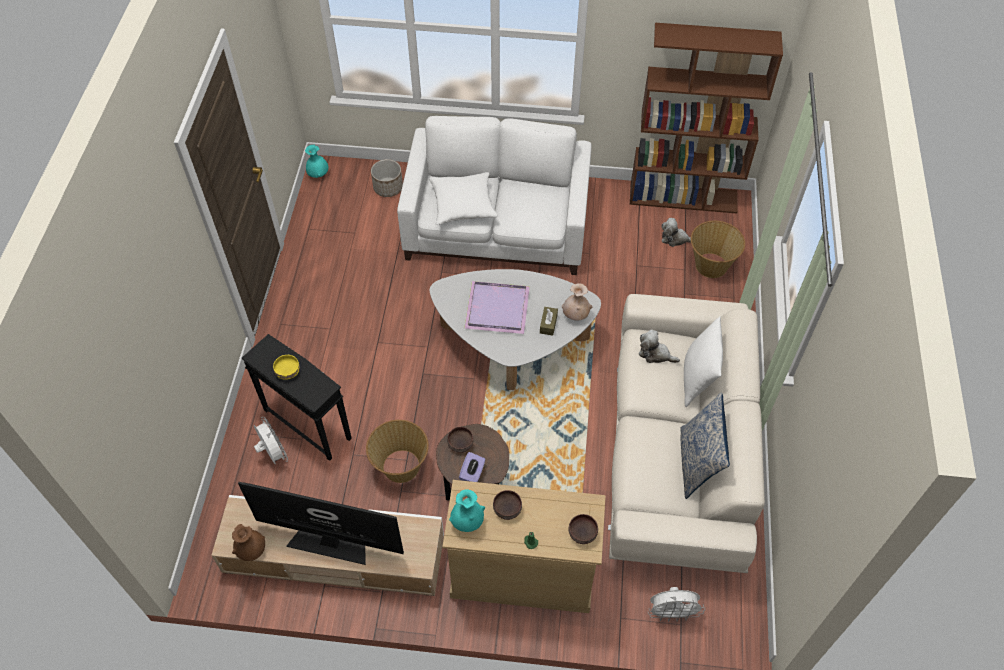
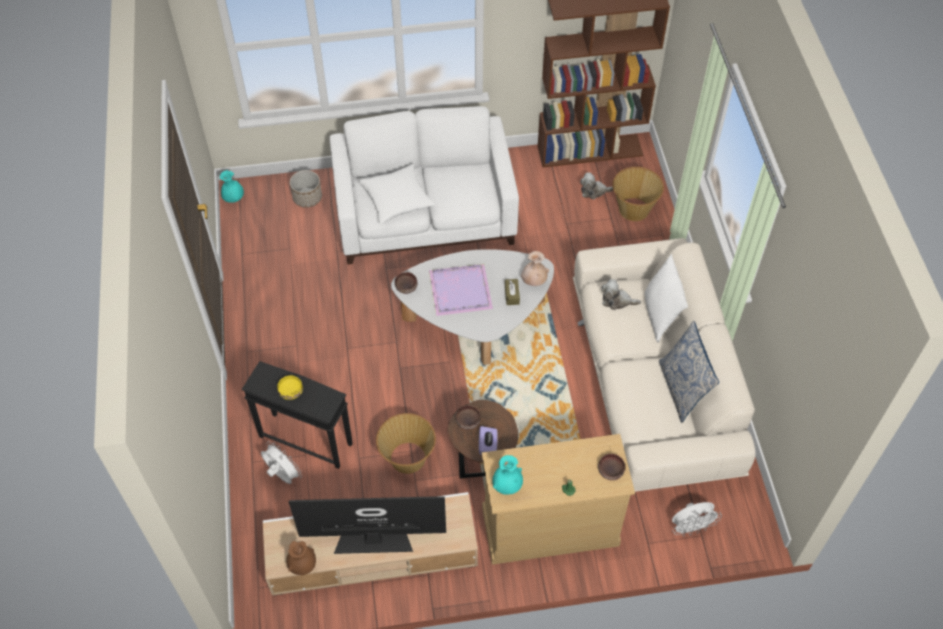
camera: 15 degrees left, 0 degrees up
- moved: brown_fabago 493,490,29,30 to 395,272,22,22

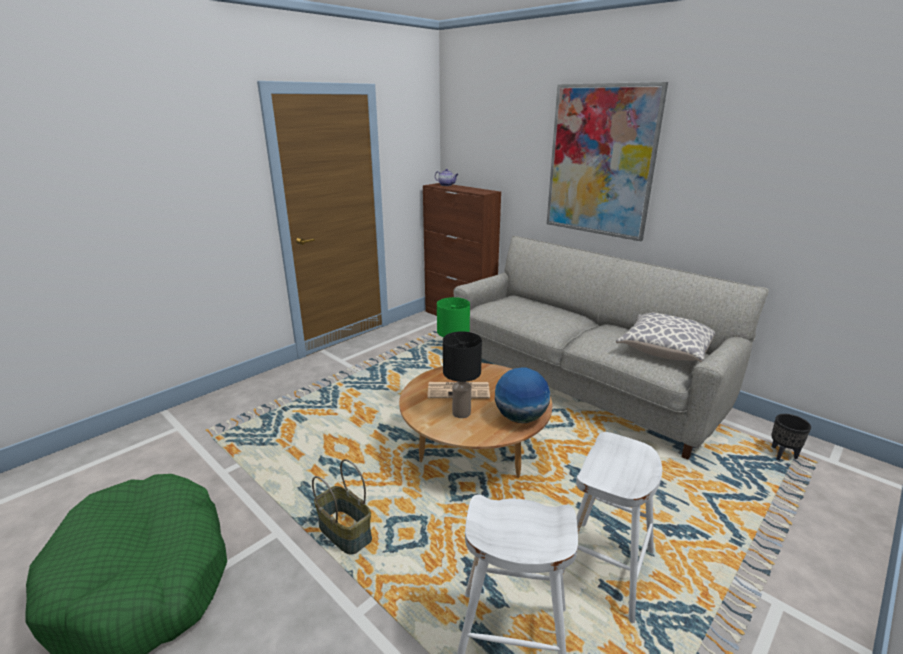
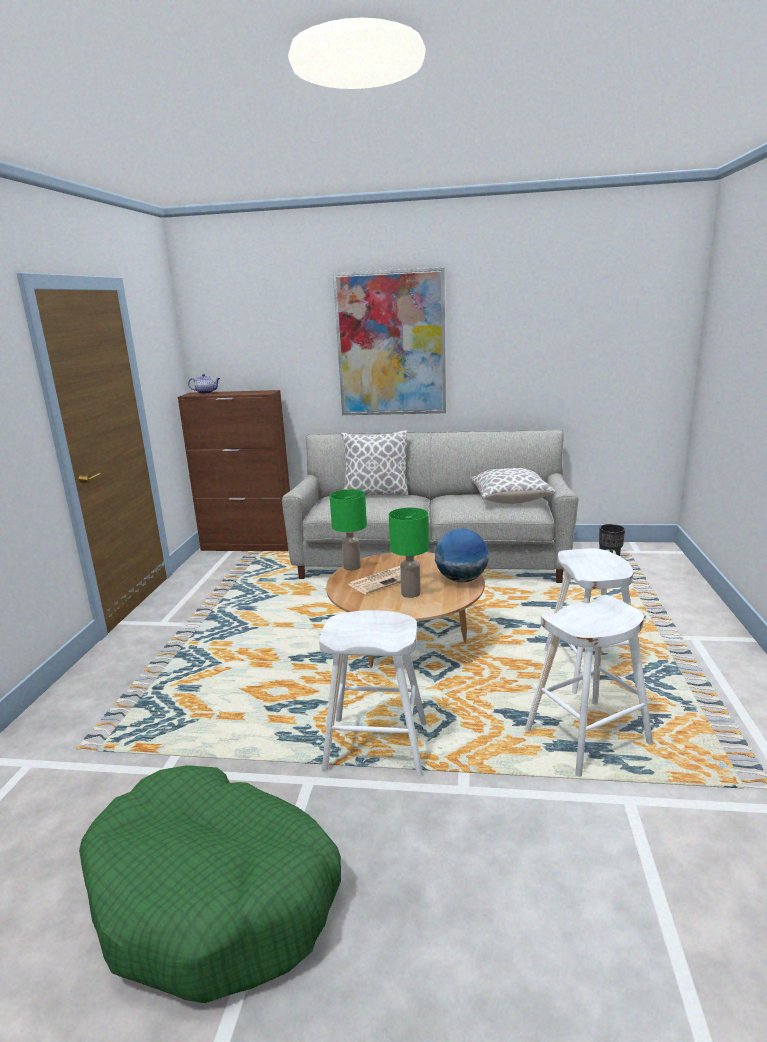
camera: 35 degrees left, 5 degrees down
- replaced: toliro 312,459,60,96 to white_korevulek 319,610,108,166
- added: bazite 341,430,67,66
- recoloured: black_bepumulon 443,331,39,87 to green_bepumulon 389,508,40,90

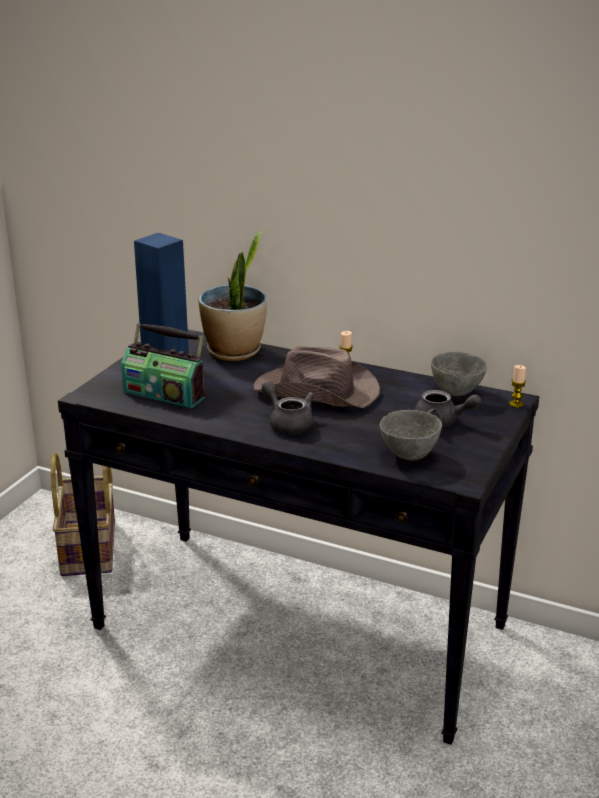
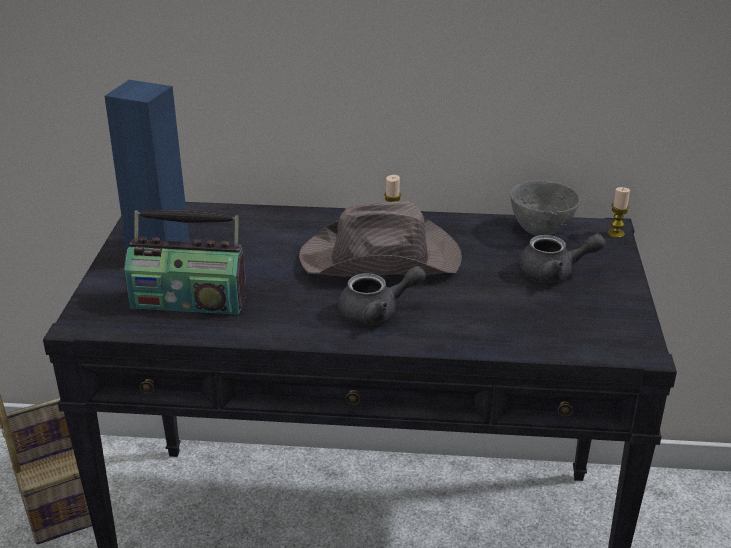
camera: 20 degrees left, 5 degrees up
- turned: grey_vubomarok 262,381,52,53 = 338,266,88,59 135 degrees clockwise
- removed: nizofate 198,231,69,130
- removed: grey_fabago 380,410,62,51

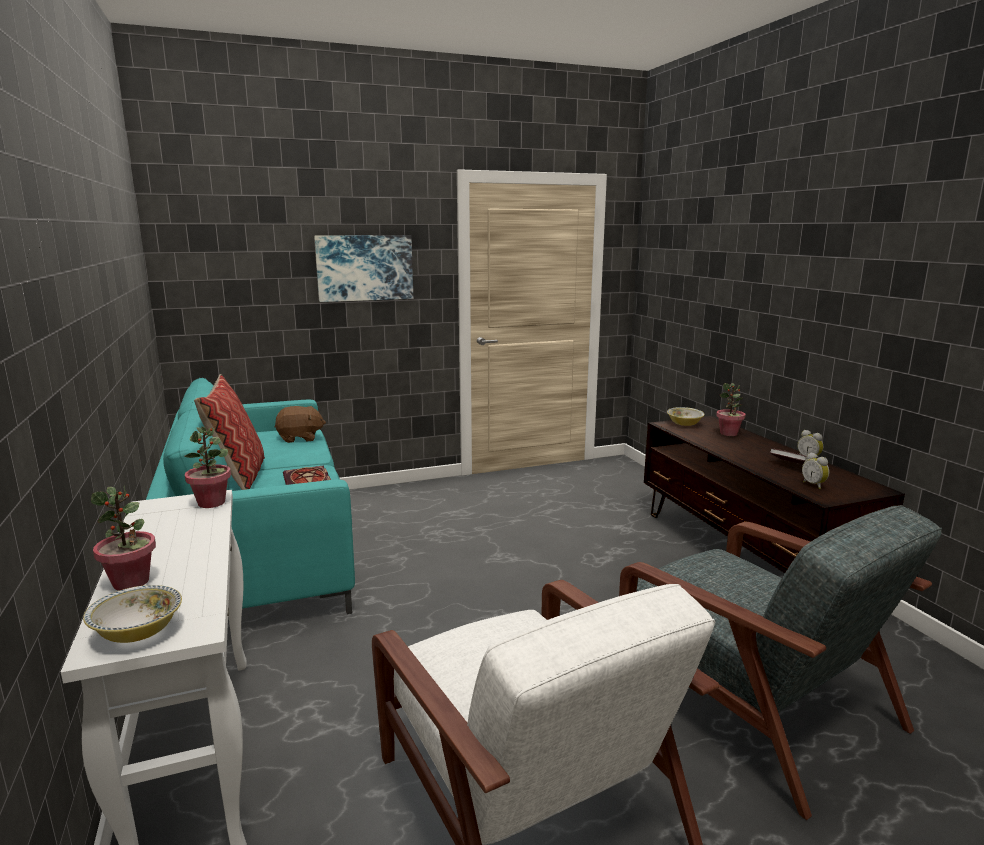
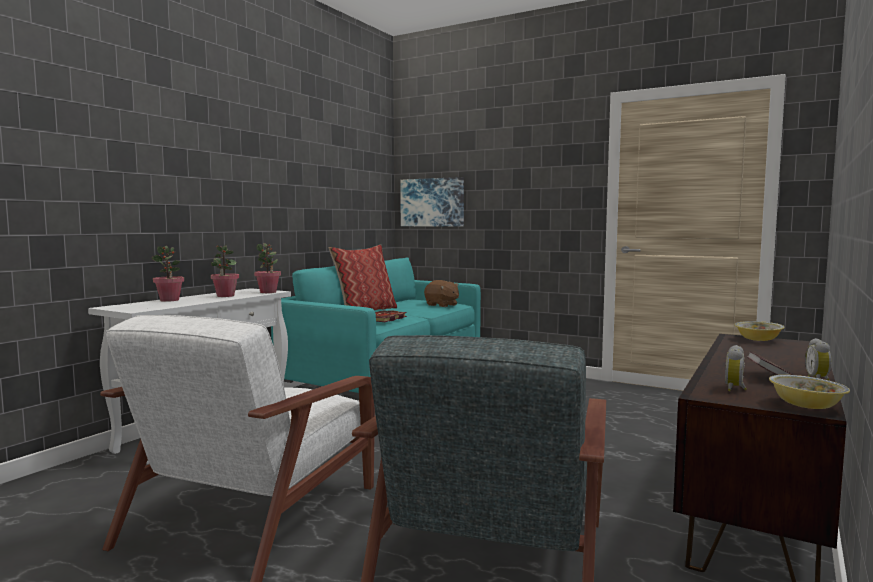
camera: 50 degrees right, 10 degrees down
- moved: nizofate 716,383,30,53 to 210,245,29,52
- moved: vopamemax 314,235,99,67 to 400,177,64,50
- moved: fabago 83,585,99,58 to 769,375,81,34

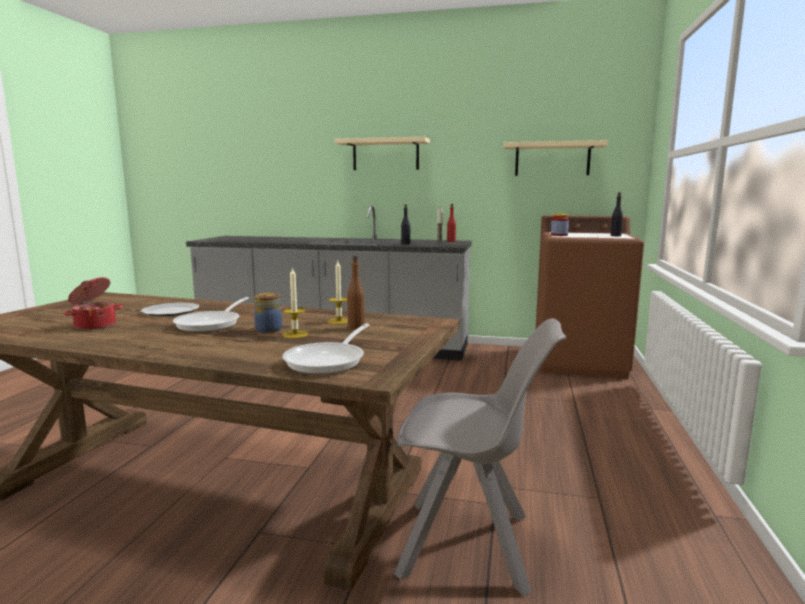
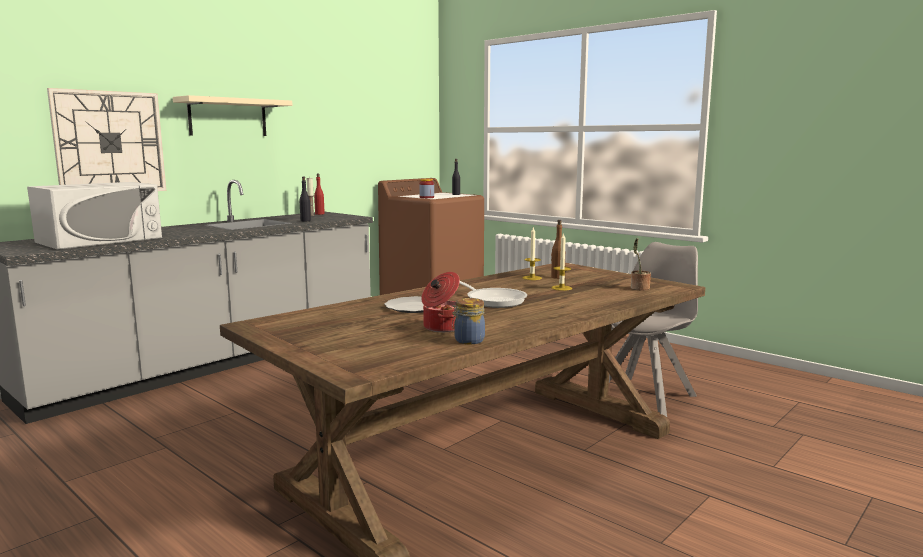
camera: 60 degrees left, 0 degrees up
- added: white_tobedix 27,182,135,68
- added: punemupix 47,88,119,103
- moved: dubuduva 254,293,28,40 to 452,298,33,46
- replaced: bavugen 282,324,88,51 to nizofate 631,238,20,52
- removed: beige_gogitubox 504,140,104,36

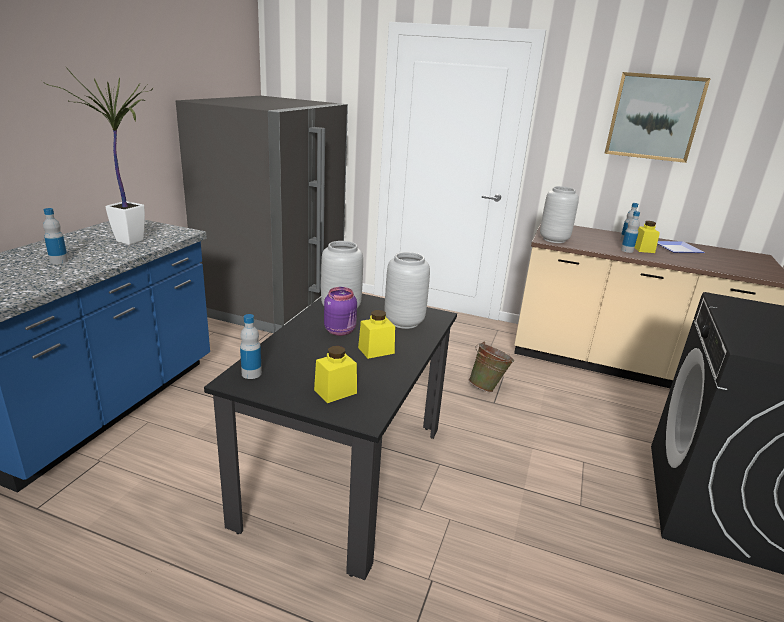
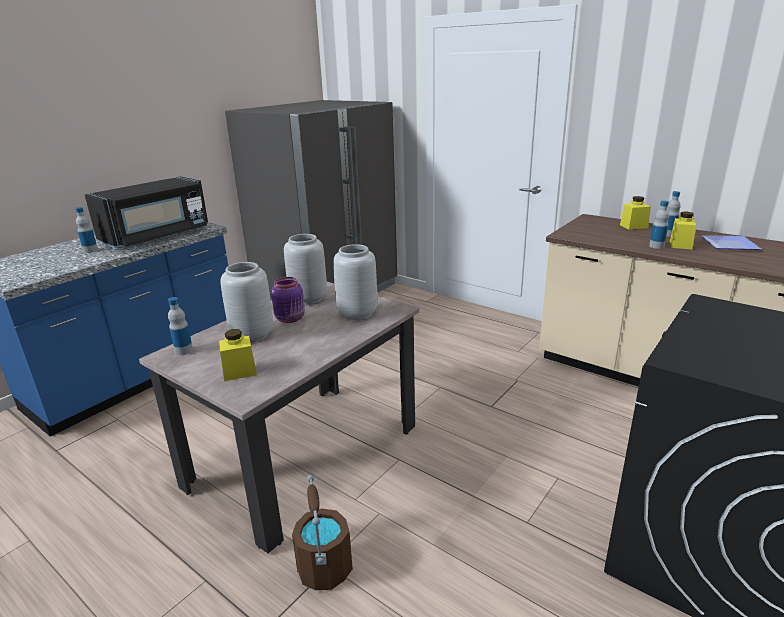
camera: 20 degrees right, 0 degrees up
- replaced: nizofate 42,66,111,179 to black_tobedix 85,176,123,72
- recoloured: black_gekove 204,294,253,286 to beige_gekove 139,282,280,271
- moved: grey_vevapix 540,186,39,57 to 220,262,53,81
- added: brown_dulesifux 292,475,61,115
- moved: yellow_dubuduva 358,310,37,49 to 620,196,31,34
- removed: green_dulesifux 469,342,45,50
- removed: vopamemax 604,72,107,91

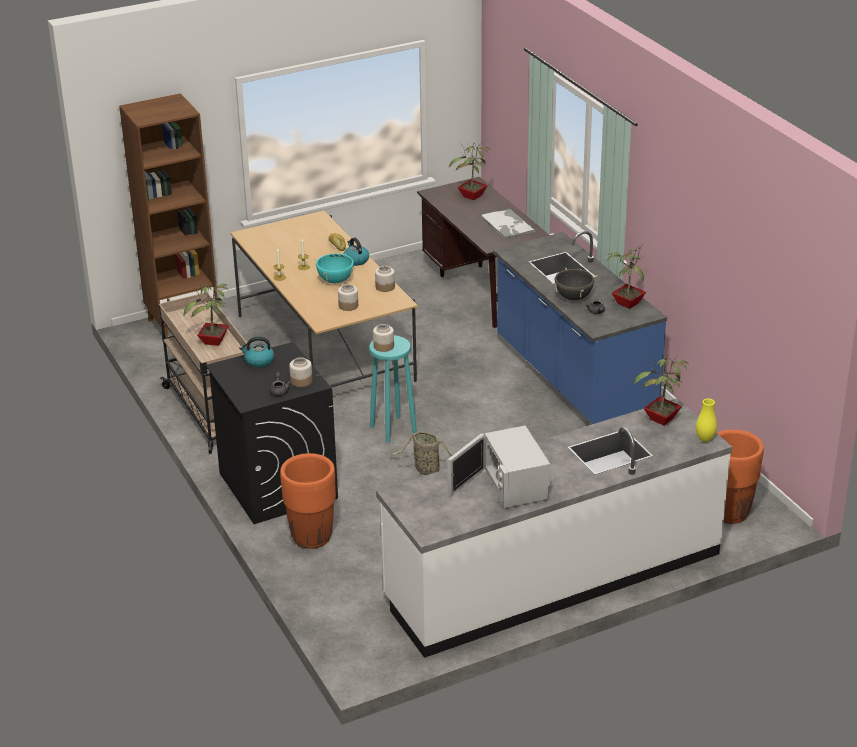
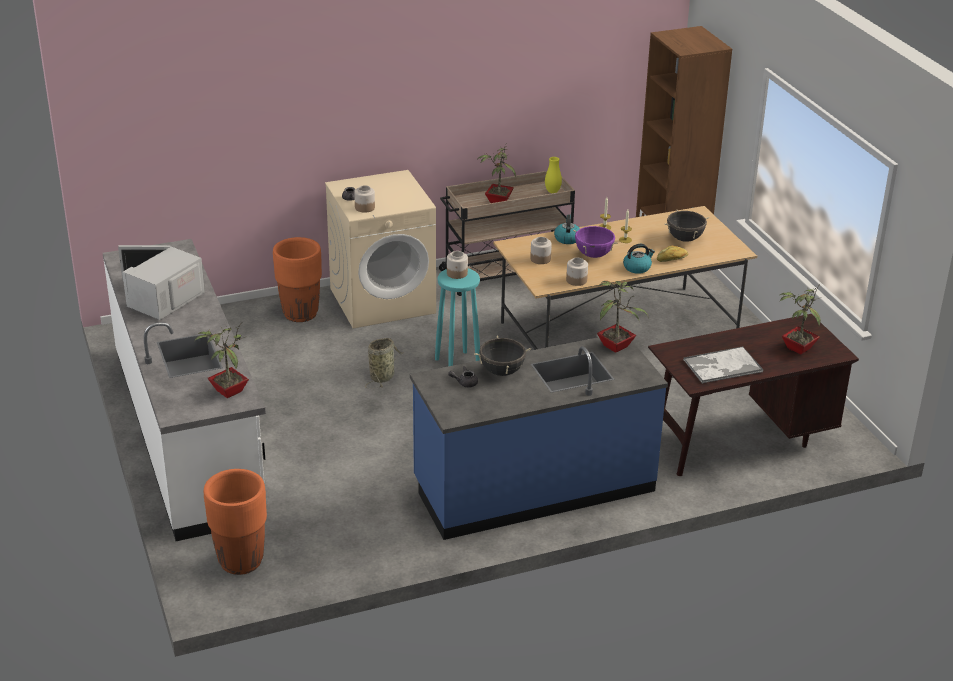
camera: 95 degrees right, 0 degrees up
- turned: white_tobedix 447,426,103,83 = 118,245,87,75 45 degrees counterclockwise
- recoloured: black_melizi 206,342,132,182 to beige_melizi 325,170,111,159
- moved: yellow_vevapix 696,399,21,43 to 545,157,17,36
- moved: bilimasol 239,337,35,31 to 554,215,26,29
- recoloured: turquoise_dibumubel 314,253,42,30 to purple_dibumubel 573,226,44,32
- moved: nizofate 607,244,39,65 to 597,281,52,72
- added: black_dibumubel 665,210,44,32

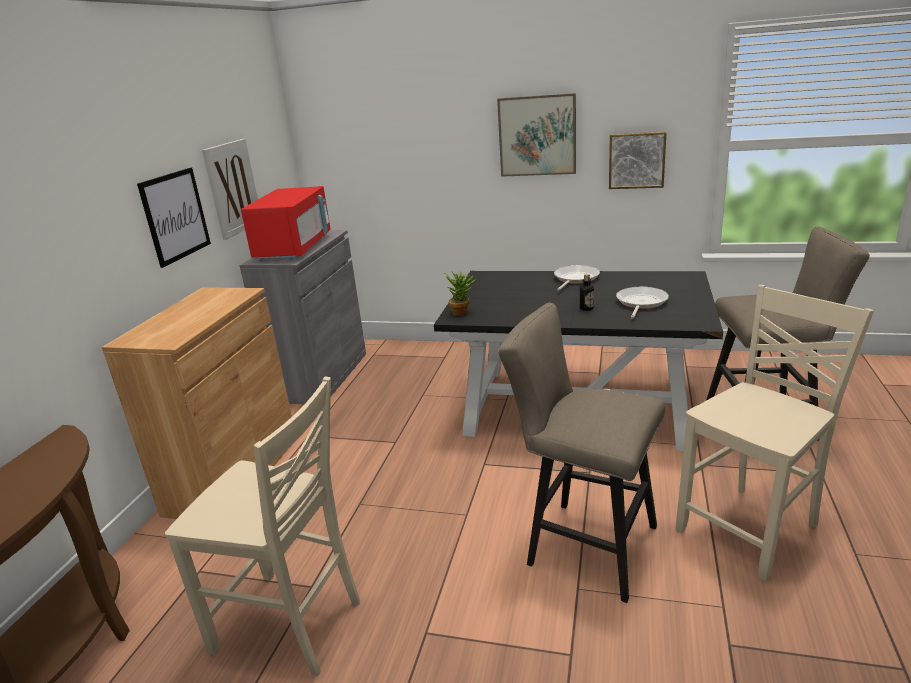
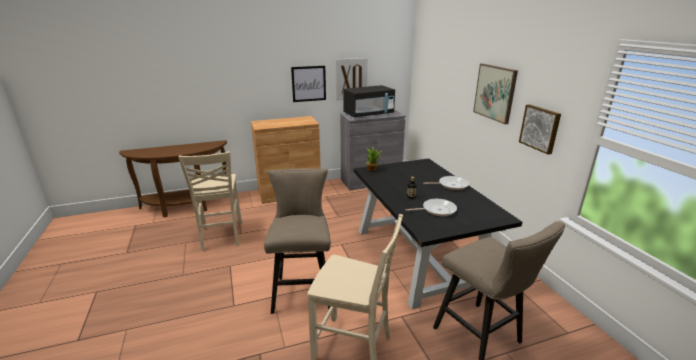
camera: 55 degrees right, 0 degrees up
- recoloured: red_tobedix 241,186,90,75 to black_tobedix 343,85,52,33

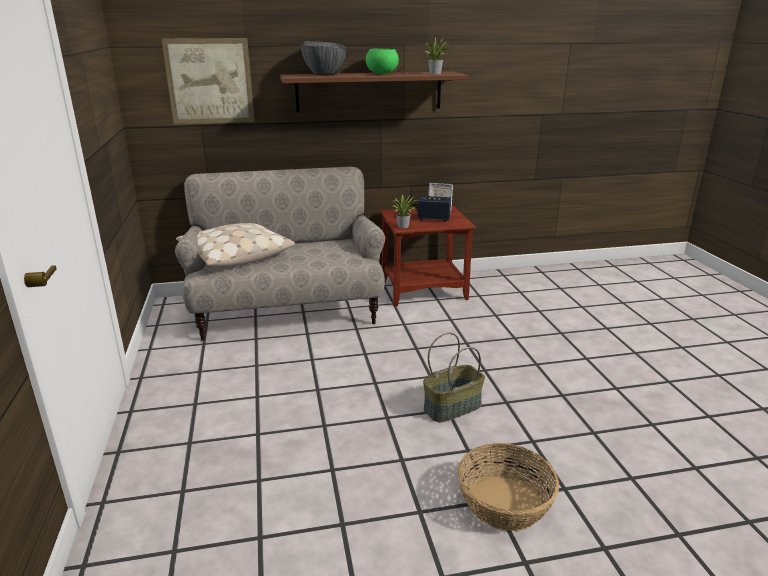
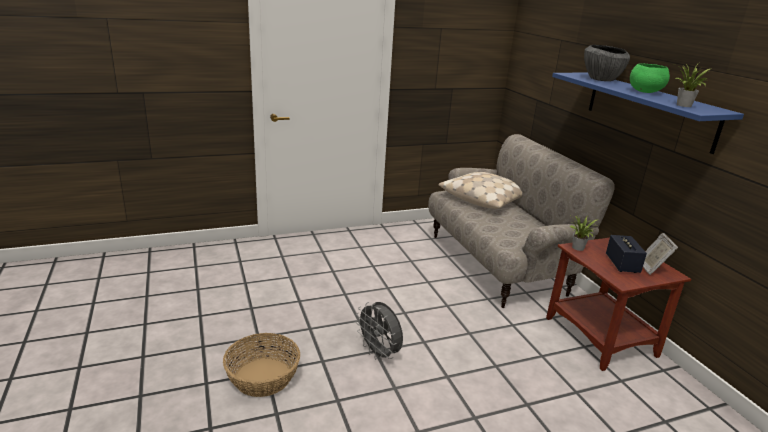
camera: 80 degrees right, 0 degrees up
- replaced: toliro 423,332,62,91 to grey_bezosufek 356,302,47,60
- recoloured: brown_gogitubox 280,71,188,42 to blue_gogitubox 552,73,192,81
- removed: vopamemax 161,38,94,87

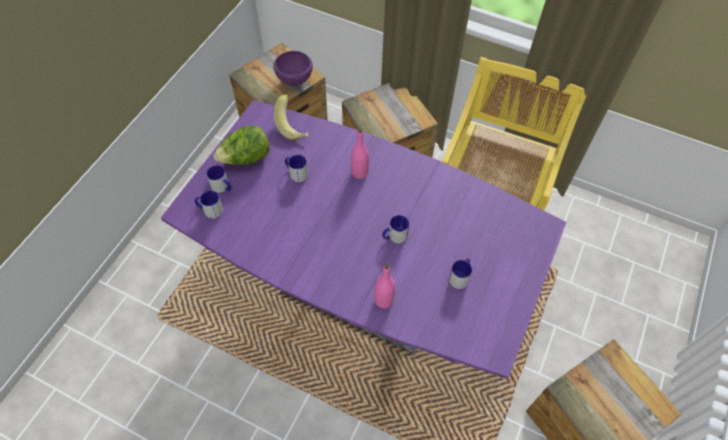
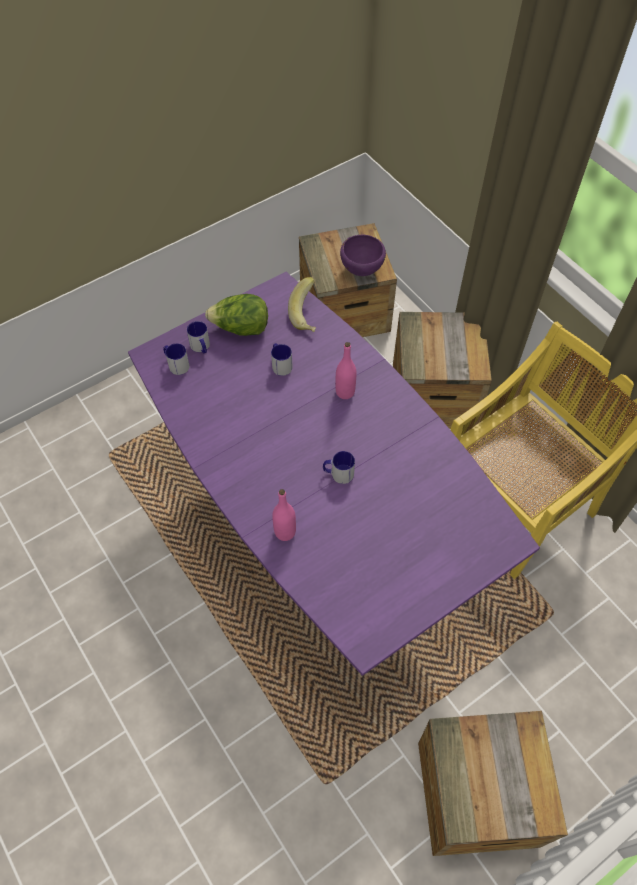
camera: 30 degrees right, 0 degrees up
- removed: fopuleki 449,258,23,31

